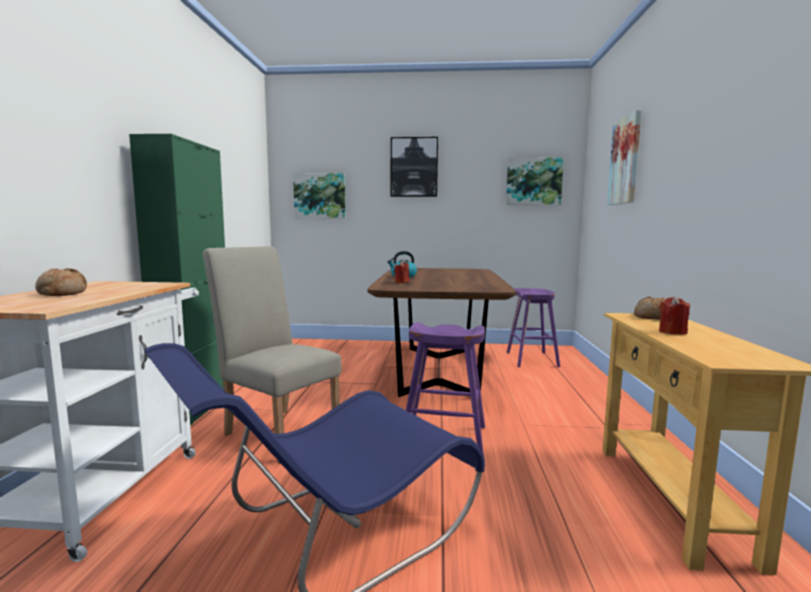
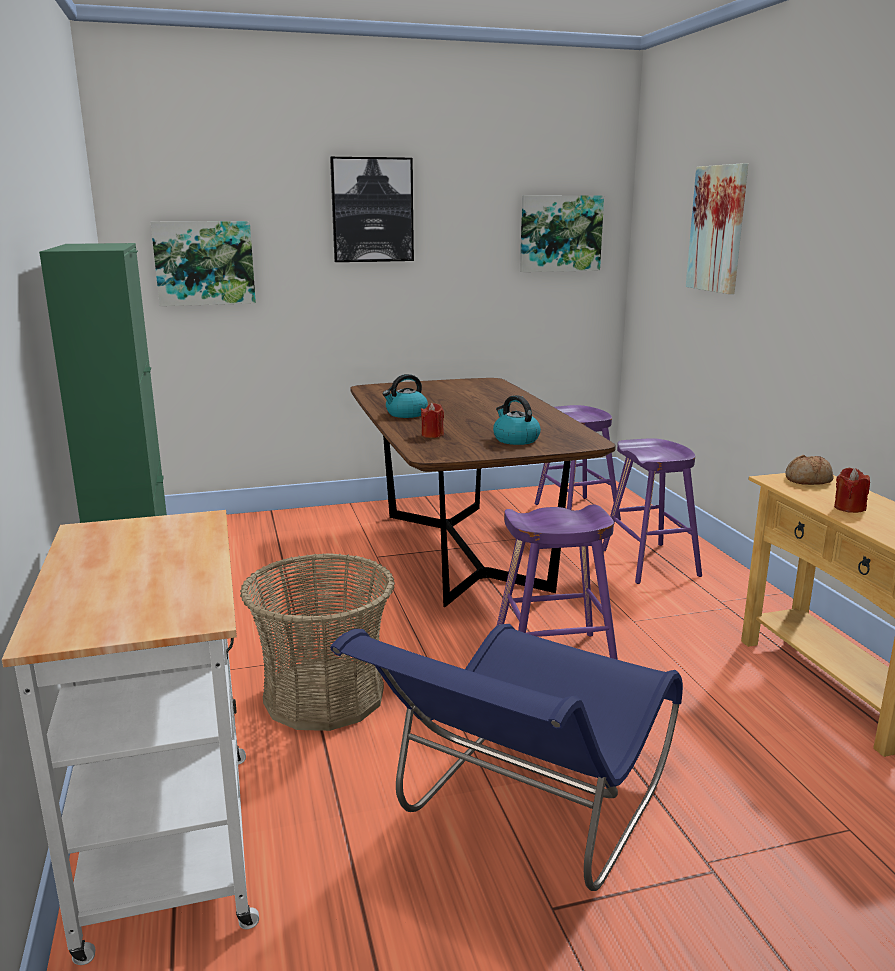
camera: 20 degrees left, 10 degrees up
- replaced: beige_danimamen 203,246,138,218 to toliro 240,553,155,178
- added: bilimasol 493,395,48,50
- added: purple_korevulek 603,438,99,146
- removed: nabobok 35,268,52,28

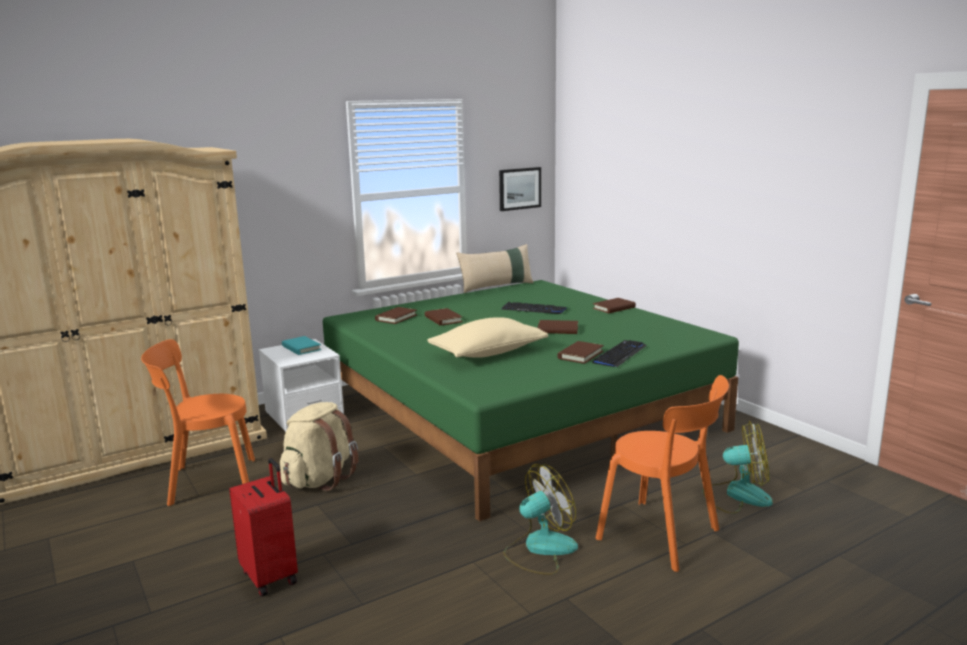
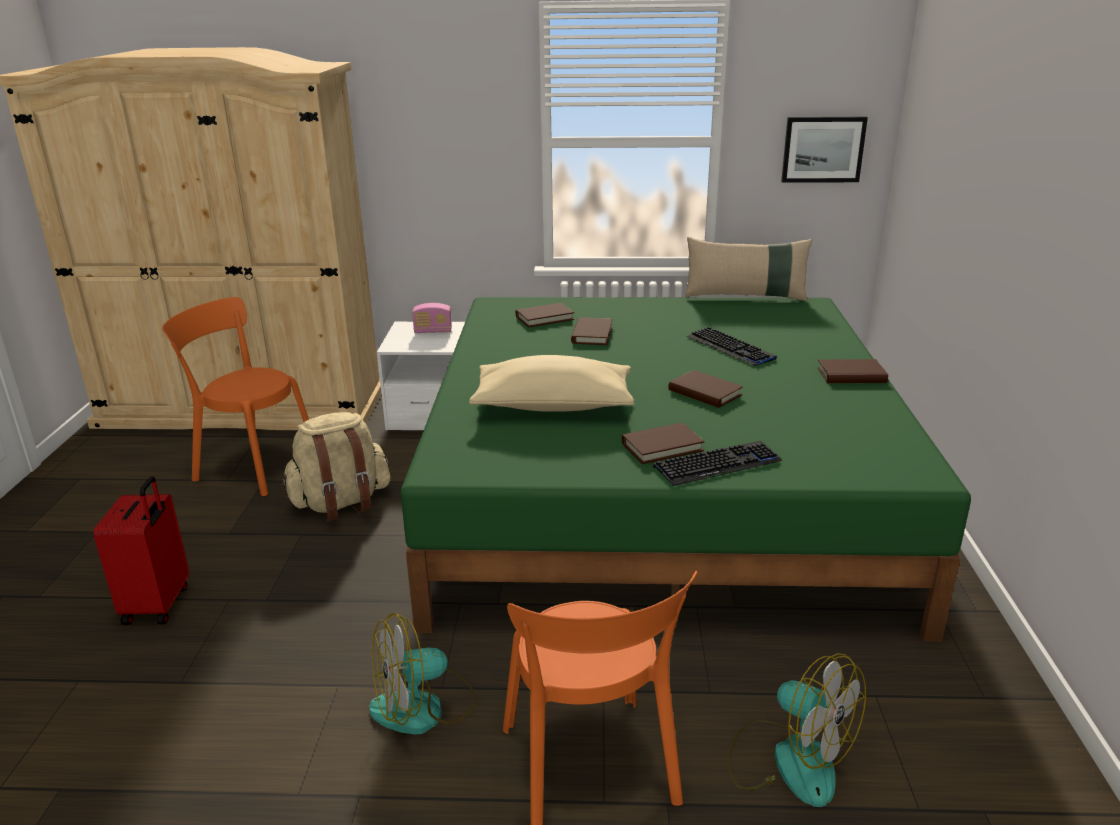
camera: 35 degrees right, 10 degrees up
- turned: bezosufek 504,464,74,111 = 369,613,109,122 150 degrees clockwise
- replaced: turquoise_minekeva 282,336,39,19 to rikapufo 412,303,40,30

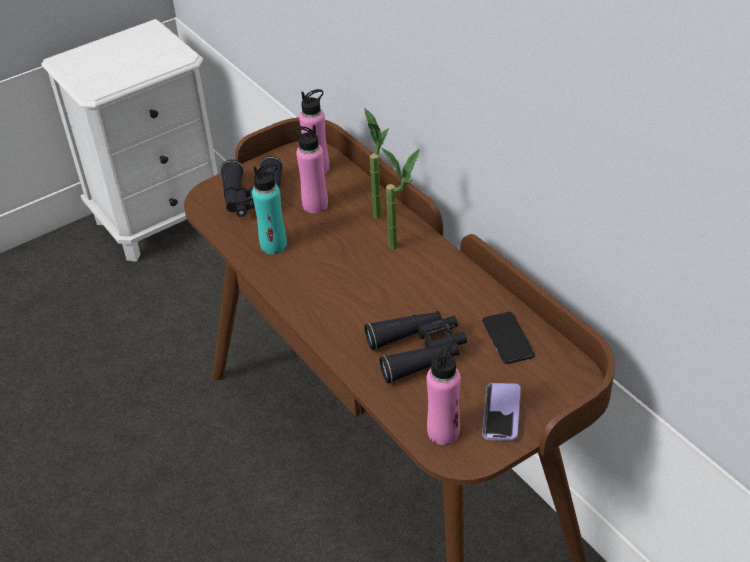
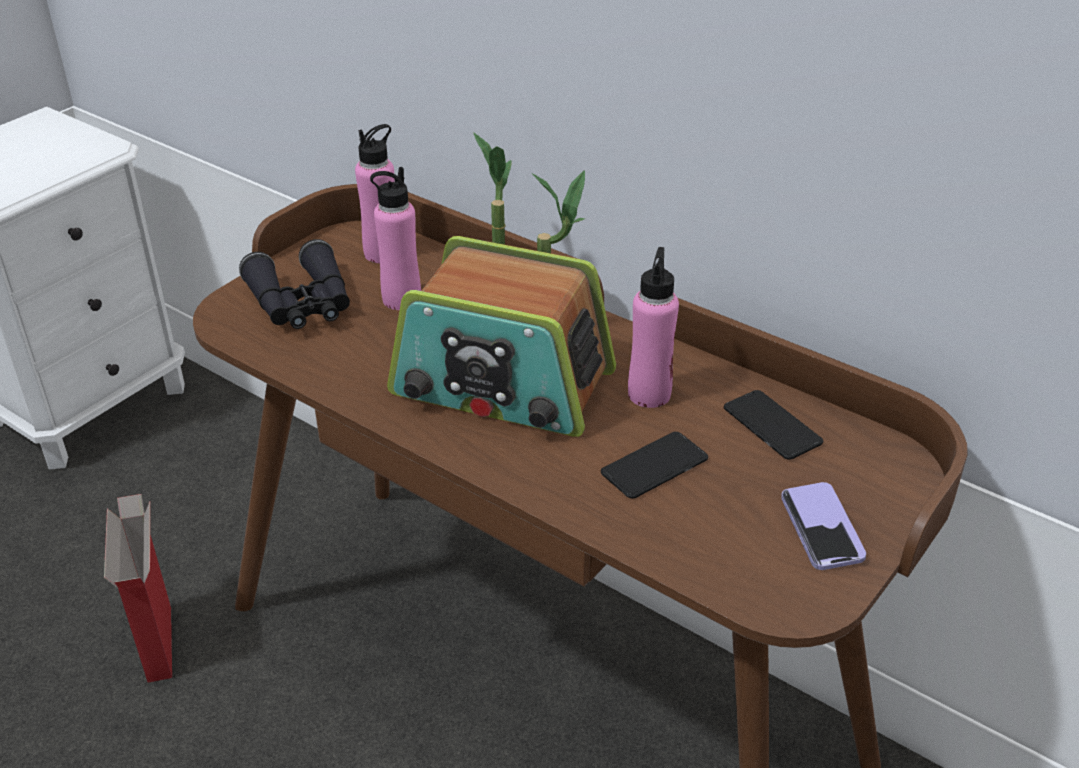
camera: 20 degrees left, 5 degrees down
- added: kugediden 104,494,68,189
- added: rikapufo 387,236,229,201
- replaced: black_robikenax 364,311,103,72 to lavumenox 601,432,107,67
- moved: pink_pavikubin 427,340,34,105 to 628,247,51,161
- removed: turquoise_pavikubin 252,163,35,91

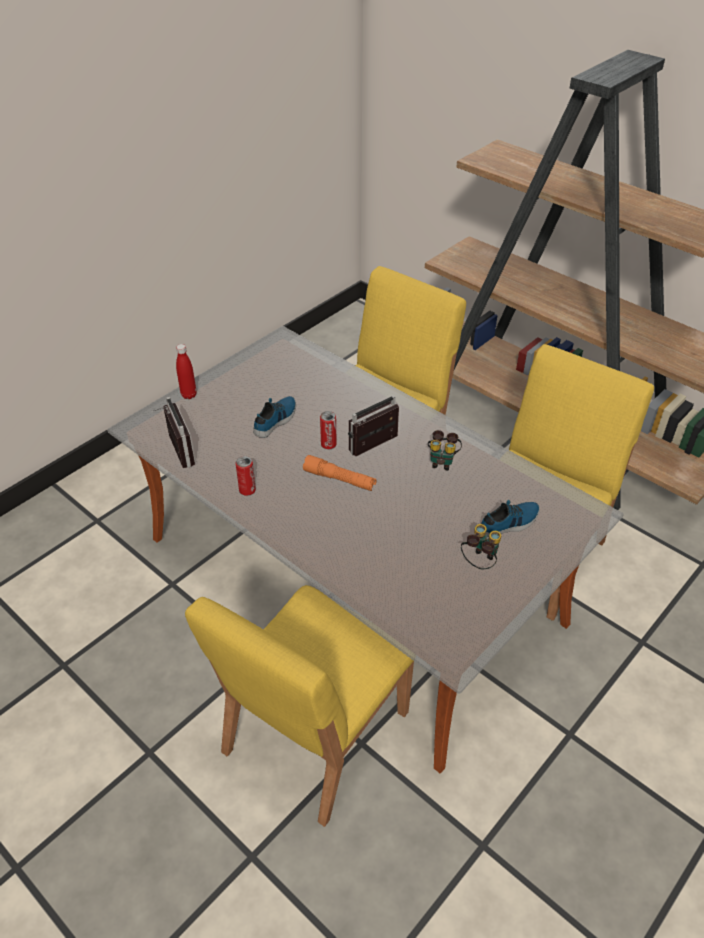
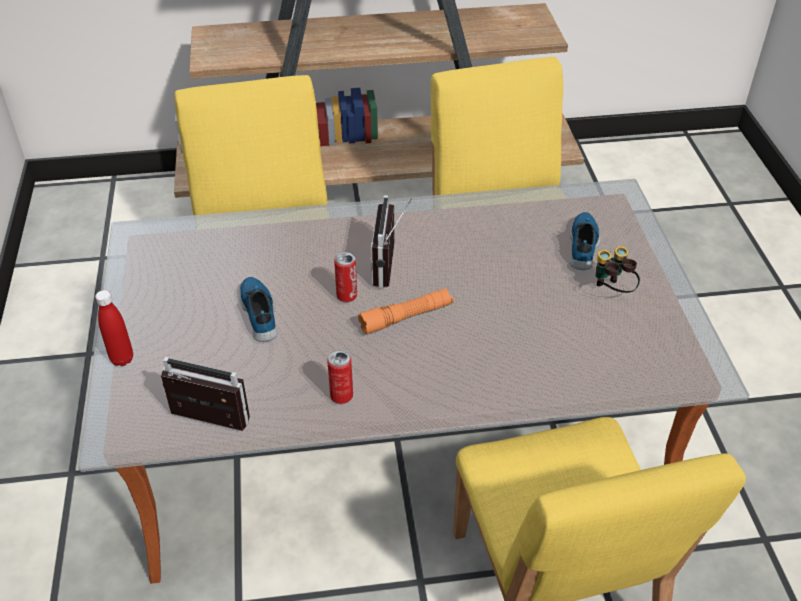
camera: 50 degrees left, 0 degrees up
- removed: robikenax 428,430,34,40

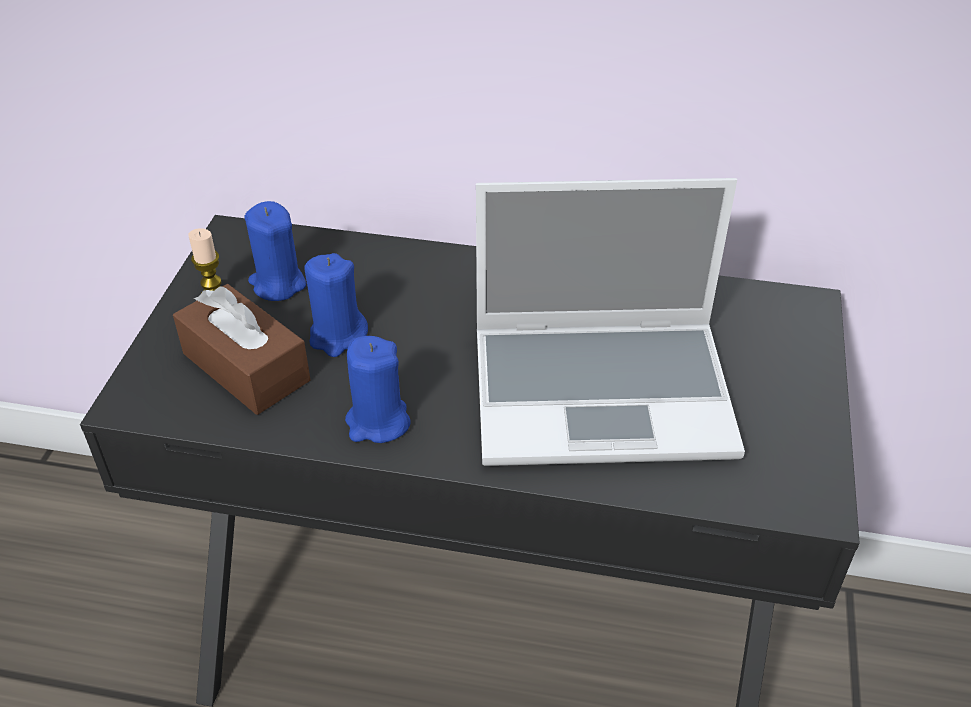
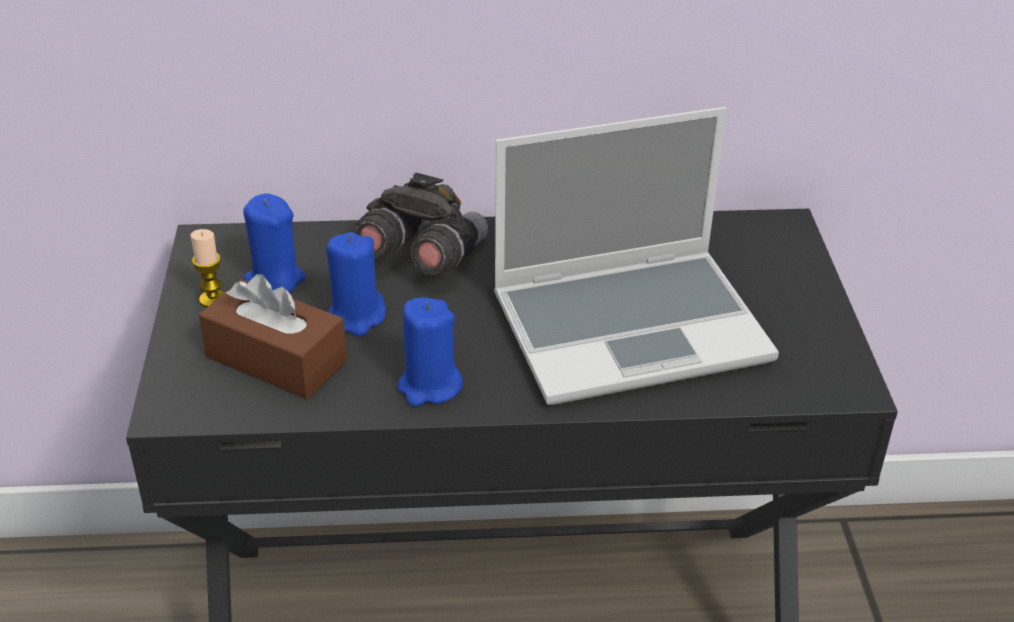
camera: 15 degrees left, 5 degrees down
- added: grey_robikenax 353,173,135,102

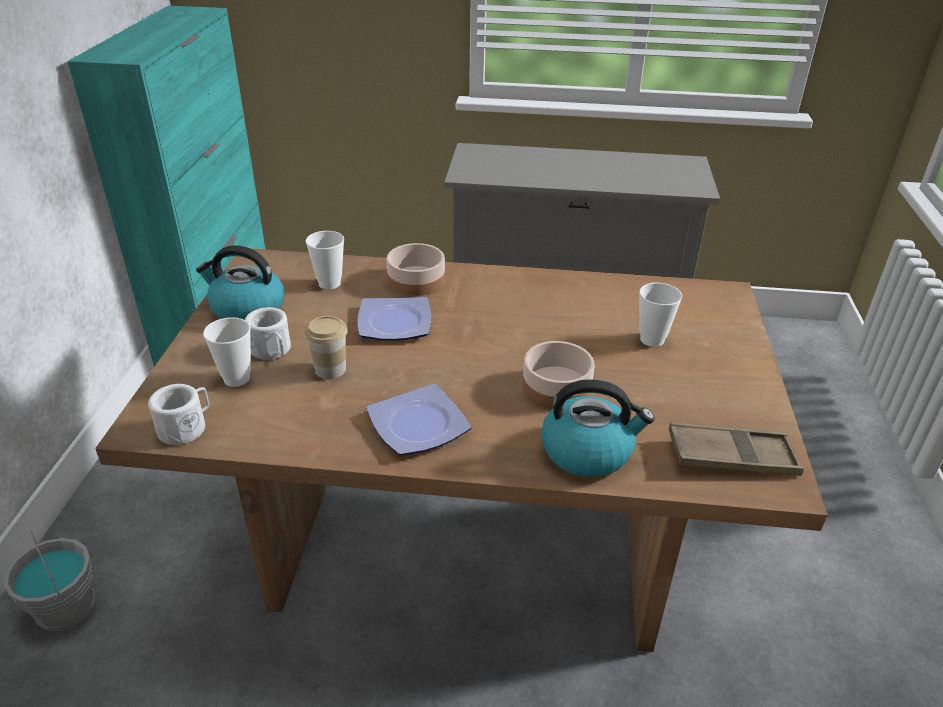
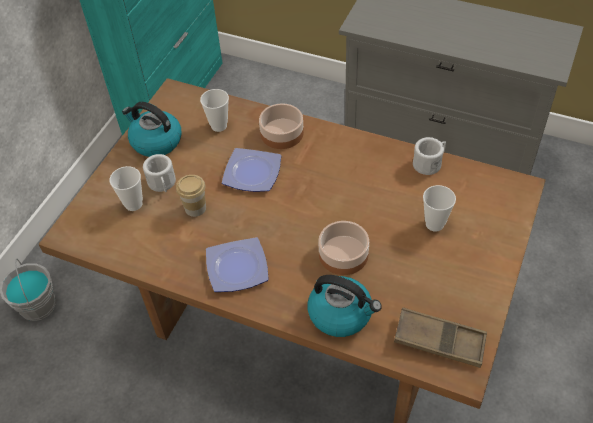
camera: 20 degrees right, 15 degrees up
- moved: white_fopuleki 148,384,62,61 to 413,137,33,38

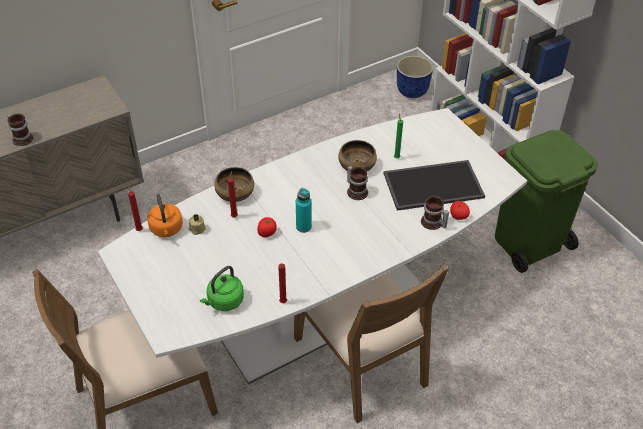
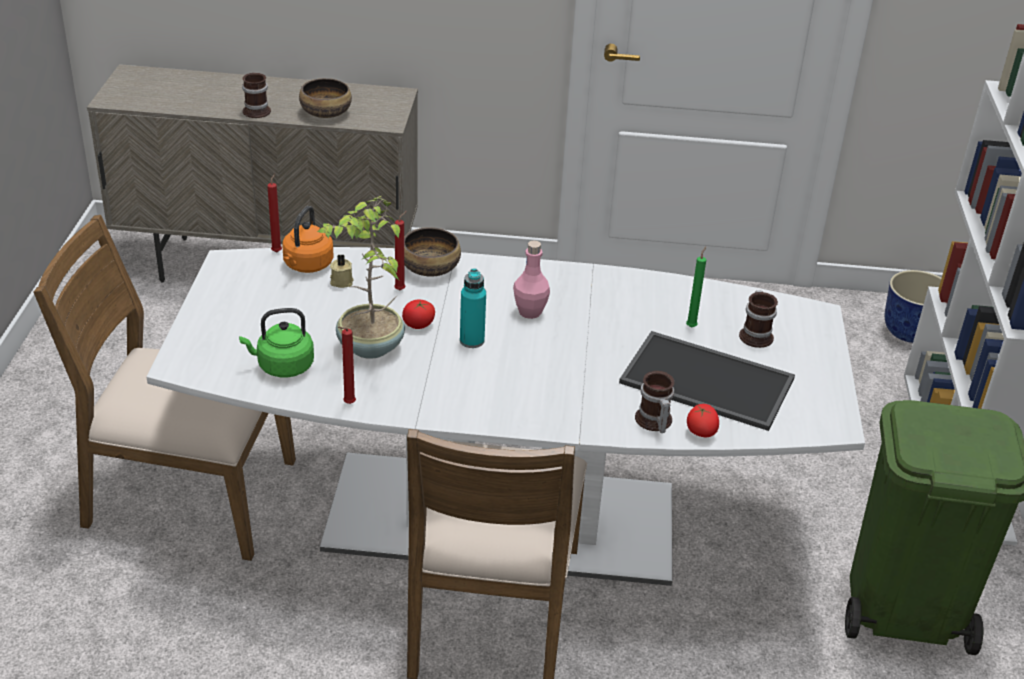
camera: 35 degrees right, 10 degrees down
- moved: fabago 338,140,39,31 to 299,78,53,40
- added: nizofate 317,196,88,163
- added: pink_pavikubin 513,240,37,79
- moved: fopuleki 347,166,21,34 to 739,290,39,58

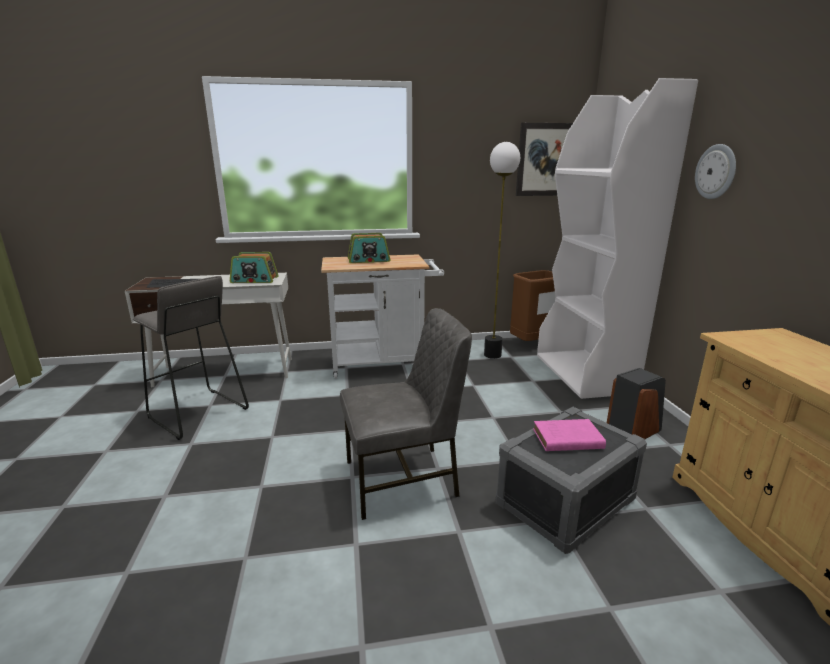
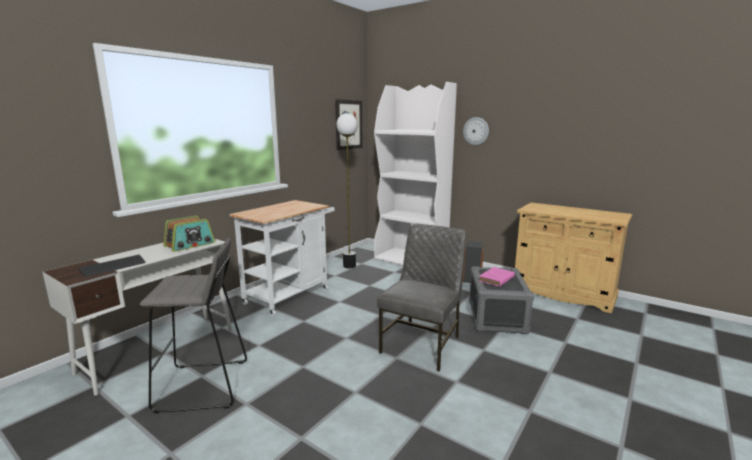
camera: 45 degrees left, 5 degrees down
- removed: rikapufo 348,233,42,30
- removed: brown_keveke 510,270,46,71

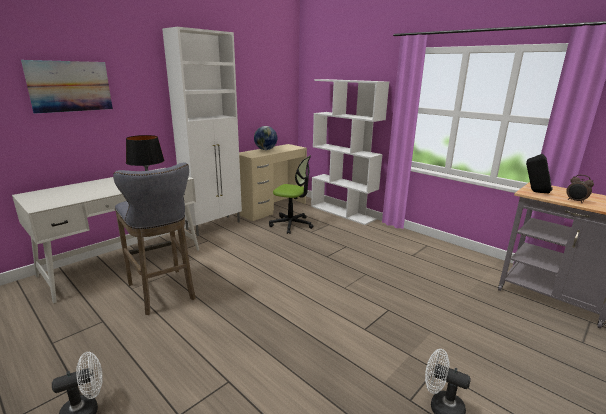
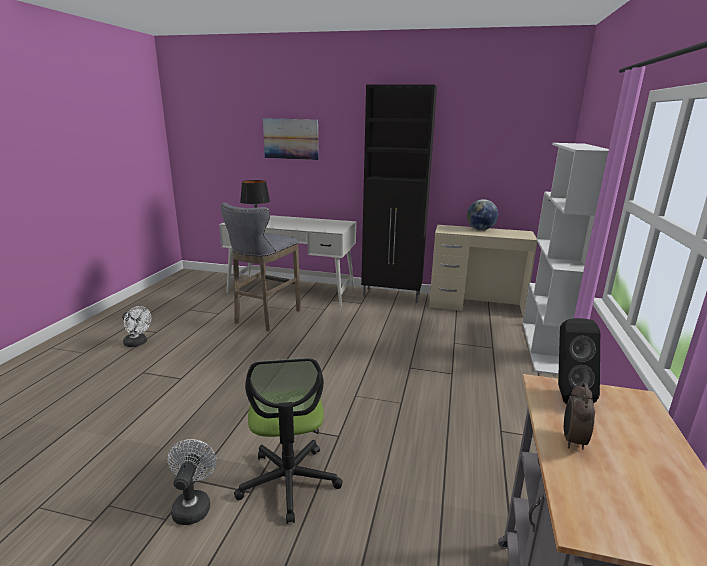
camera: 60 degrees right, 0 degrees up
- moved: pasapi 269,155,44,79 to 234,358,109,166
- recoloured: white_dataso 162,27,80,209 to black_dataso 361,84,76,219

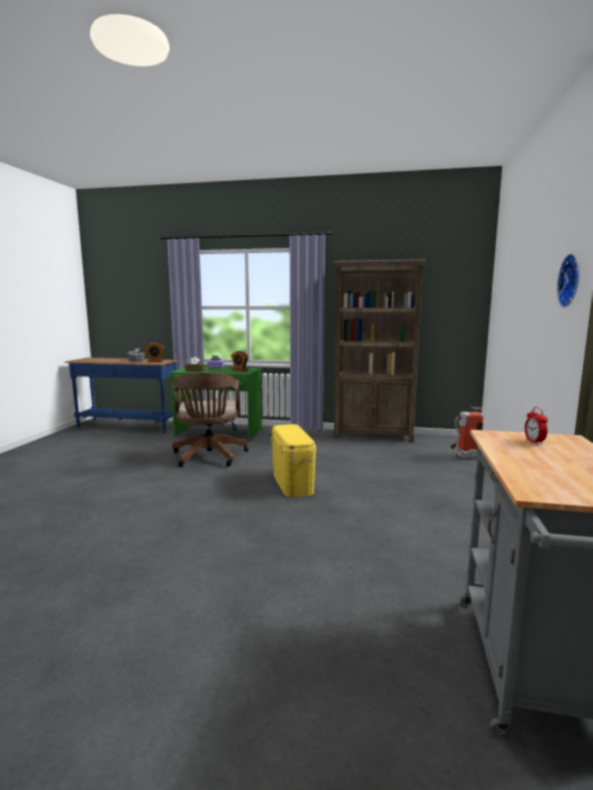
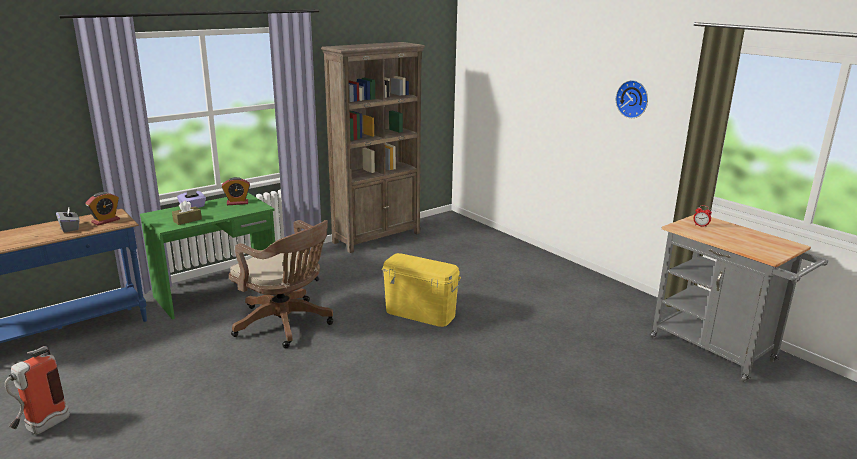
camera: 50 degrees left, 10 degrees up
- moved: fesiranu 450,407,34,51 to 5,346,65,88

